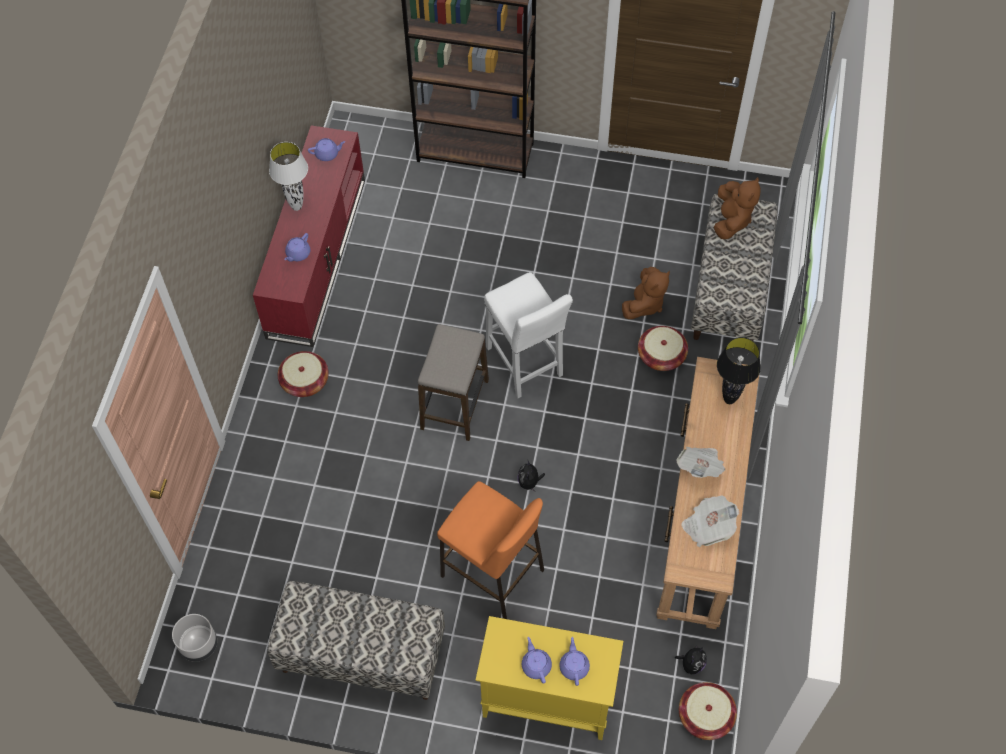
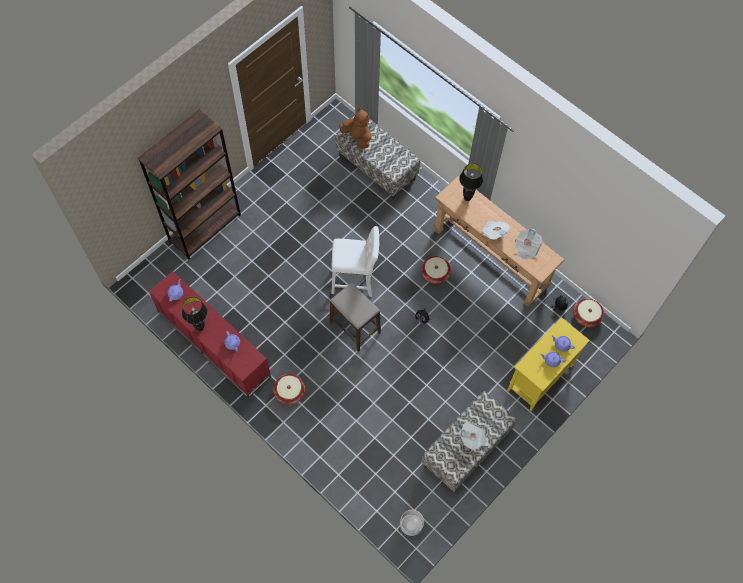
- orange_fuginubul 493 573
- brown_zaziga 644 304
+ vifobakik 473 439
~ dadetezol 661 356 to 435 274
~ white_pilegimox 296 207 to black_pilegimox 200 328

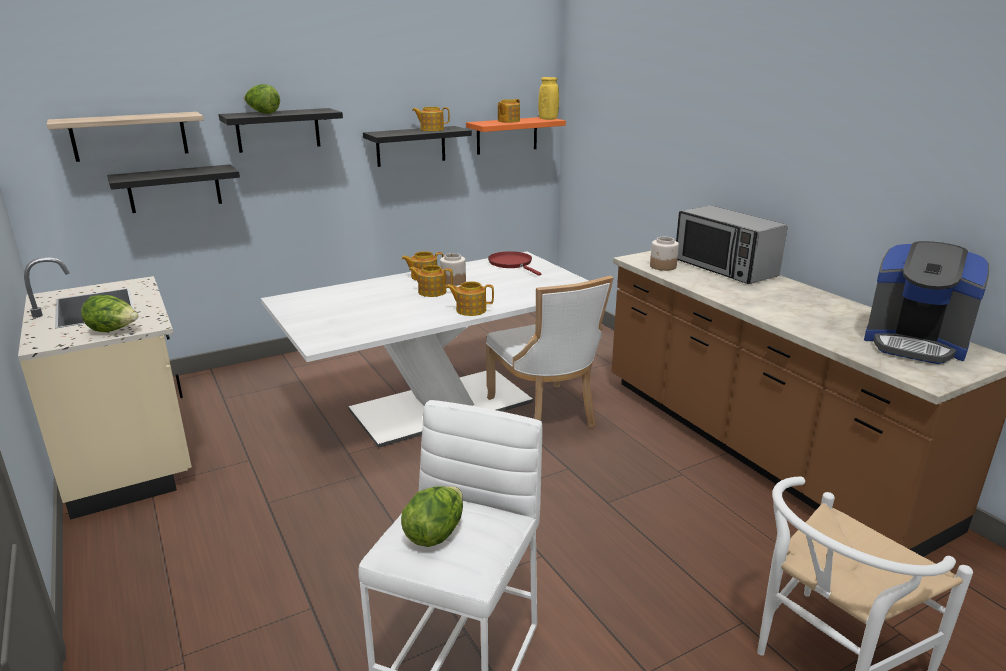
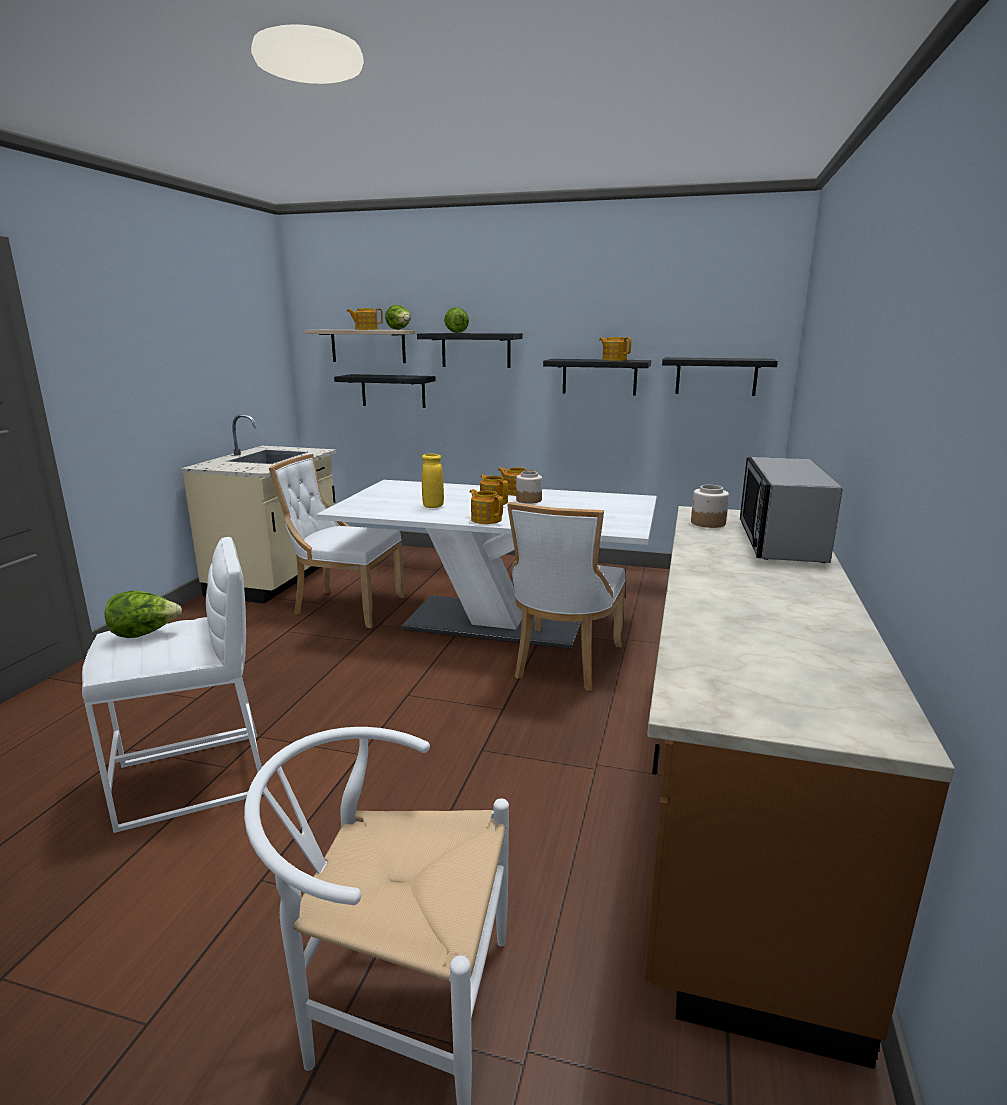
- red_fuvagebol 512 264
- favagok 914 344
+ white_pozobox 345 606
~ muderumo 114 331 to 399 329
~ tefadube 508 121 to 365 329
~ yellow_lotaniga 548 119 to 433 506
~ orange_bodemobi 507 135 to black_bodemobi 716 376

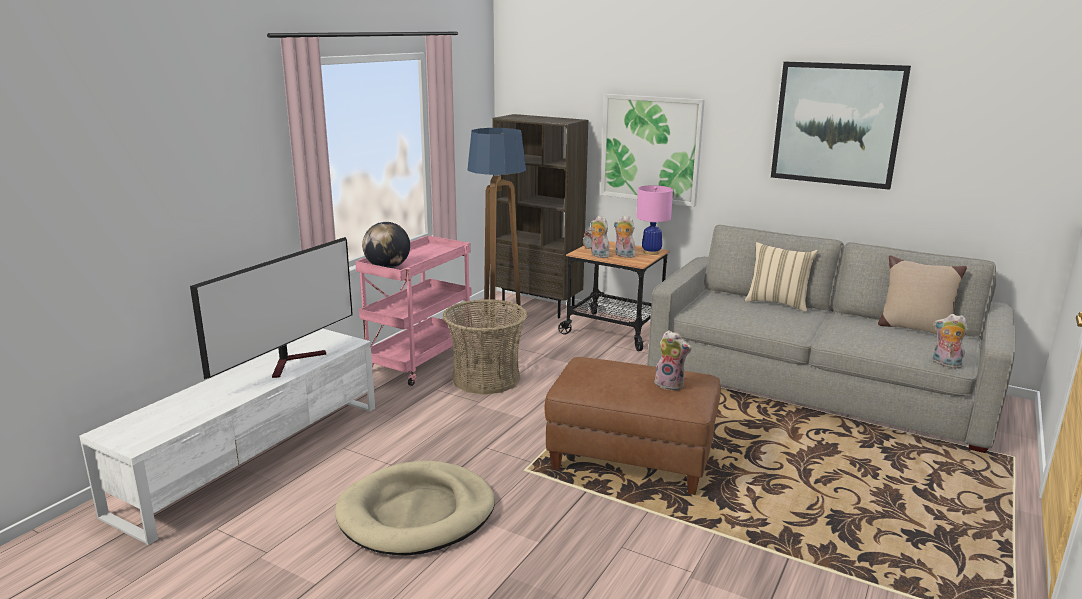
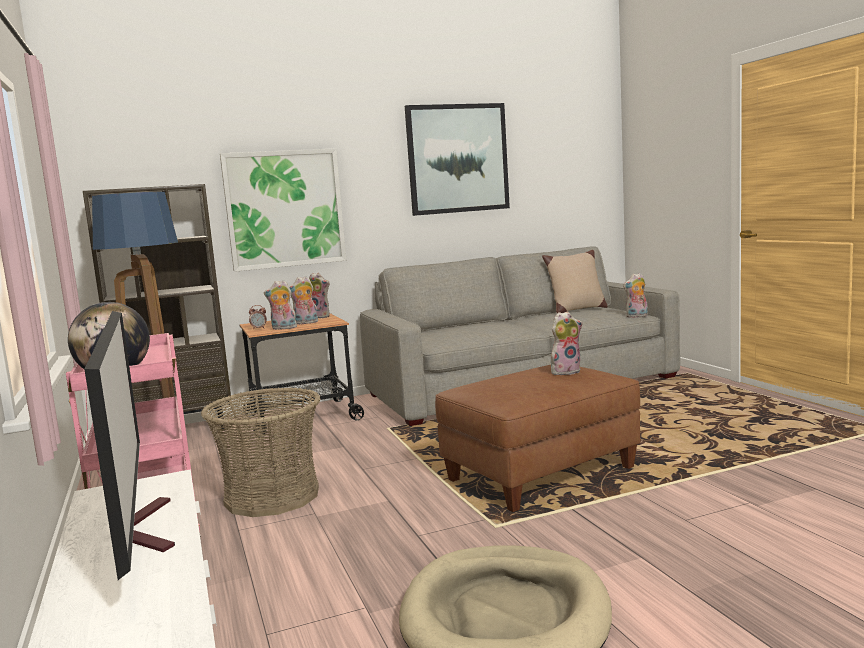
- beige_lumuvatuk 777 303
~ pink_pilegimox 651 252 to zaziga 321 317

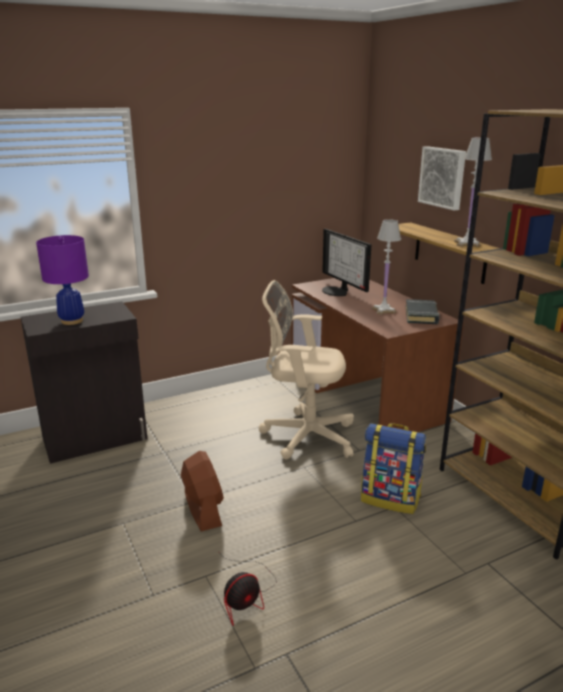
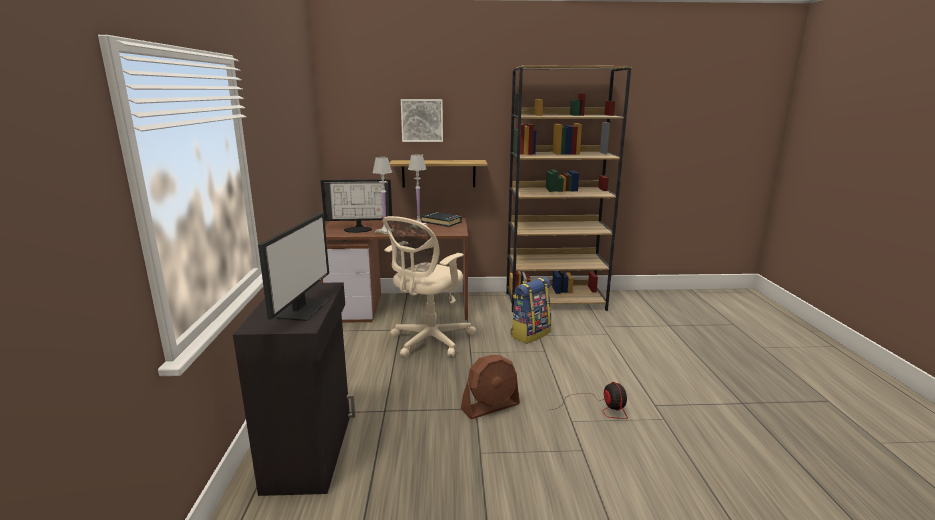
~ white_pilegimox 466 244 to 385 232
~ purple_pilegimox 72 321 to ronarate 302 308
~ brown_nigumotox 203 509 = 490 407 150 degrees clockwise

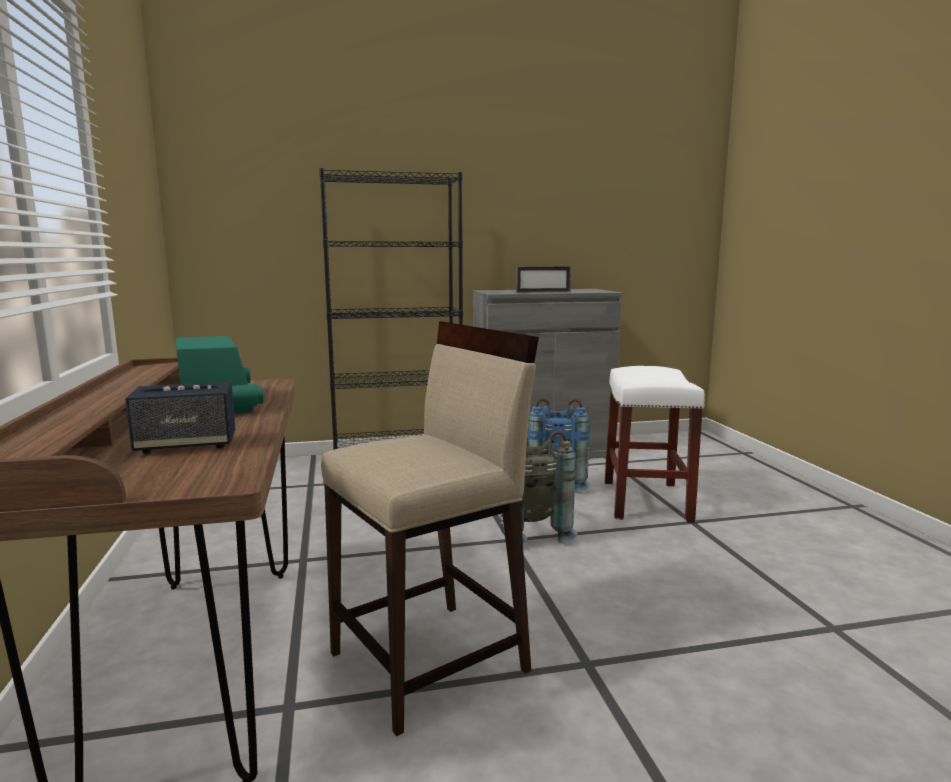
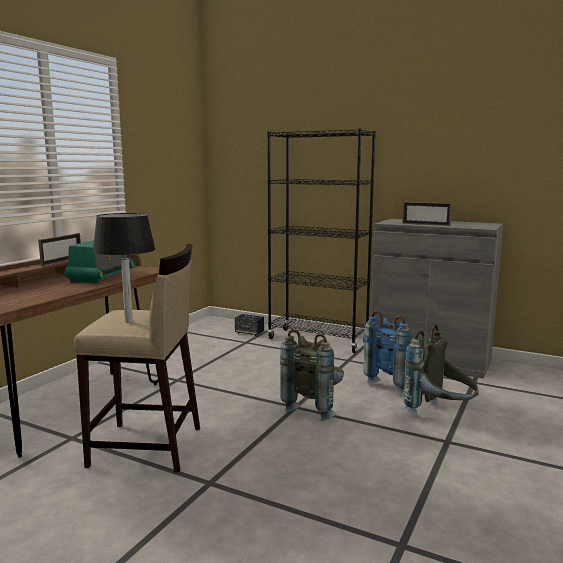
+ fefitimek 62 261
+ black_pilegimox 129 321
~ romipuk 186 445 to 249 333
~ white_fuginubul 645 501 to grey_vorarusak 440 415

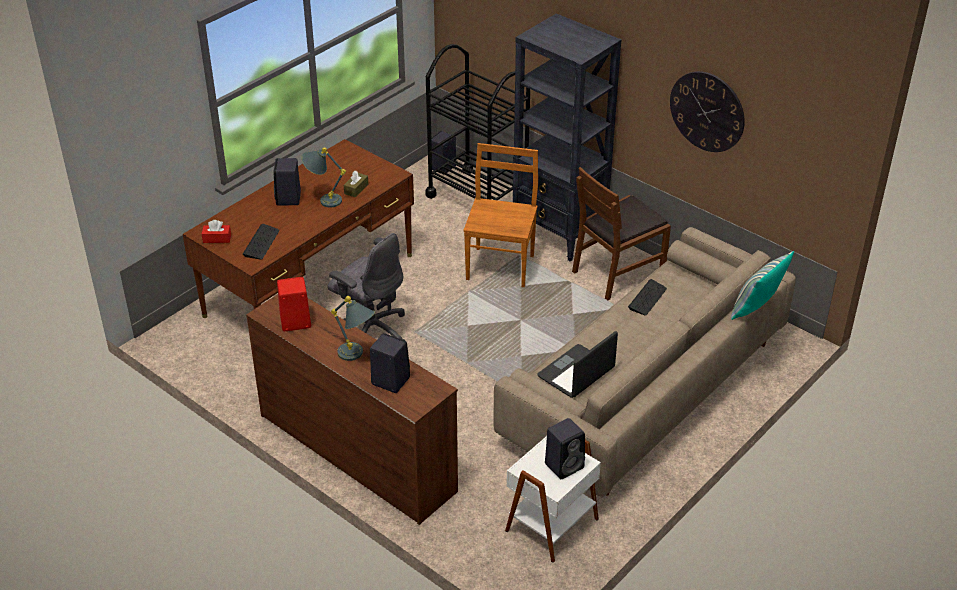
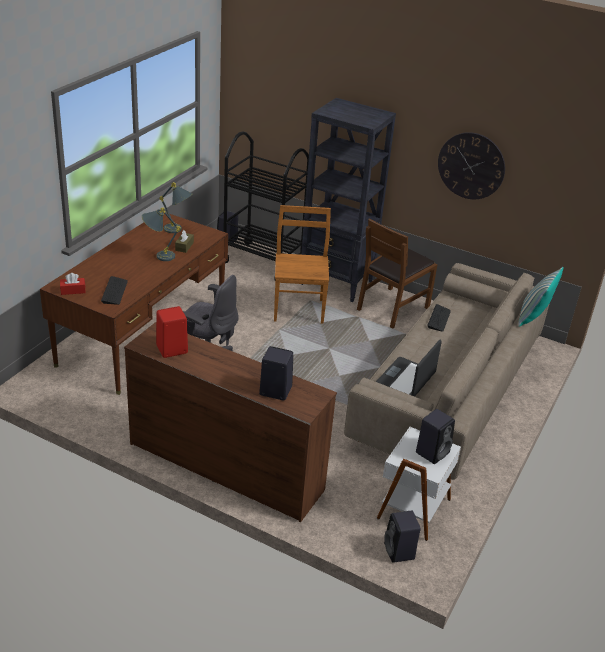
~ black_romipuk 288 199 to 399 552
~ grey_pilegimox 357 356 to 178 230

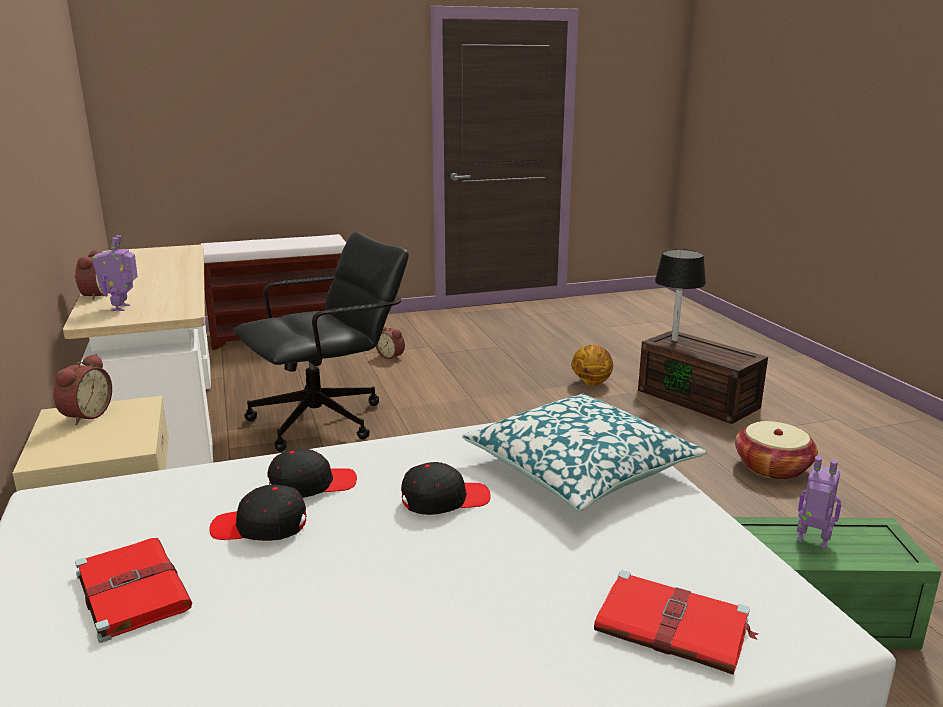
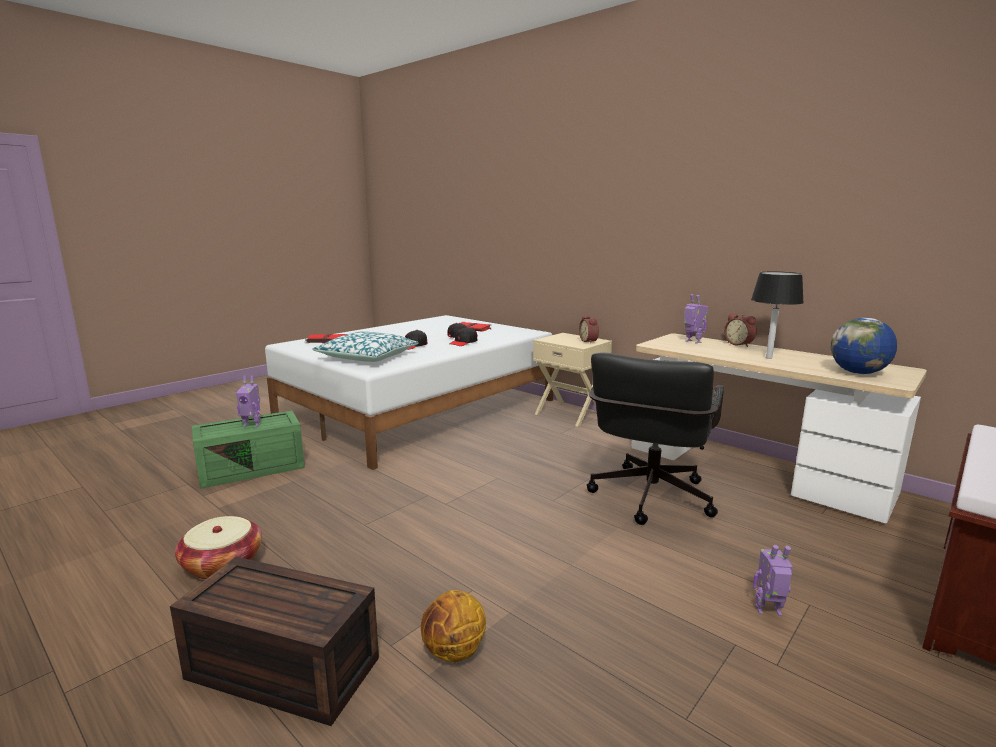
+ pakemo 858 373
~ black_pilegimox 674 340 to 768 358
~ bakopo 391 356 to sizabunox 769 611

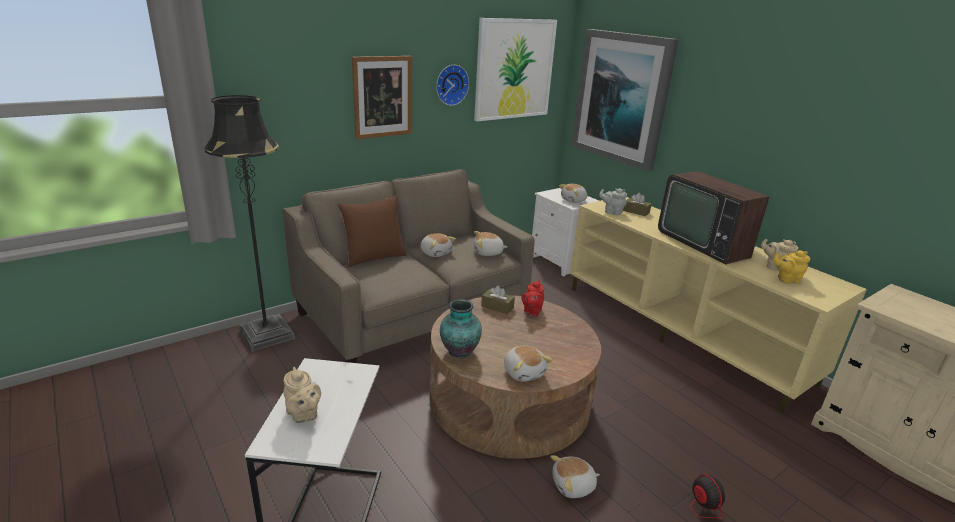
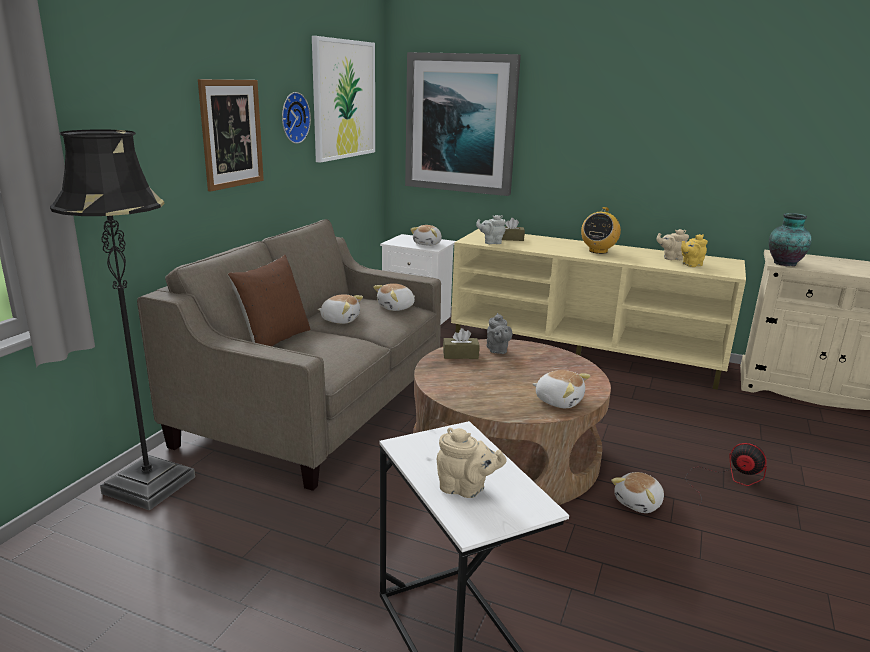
~ lotaniga 458 352 to 784 264
~ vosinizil 705 242 to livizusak 598 251
~ red_tefadube 532 311 to grey_tefadube 497 350

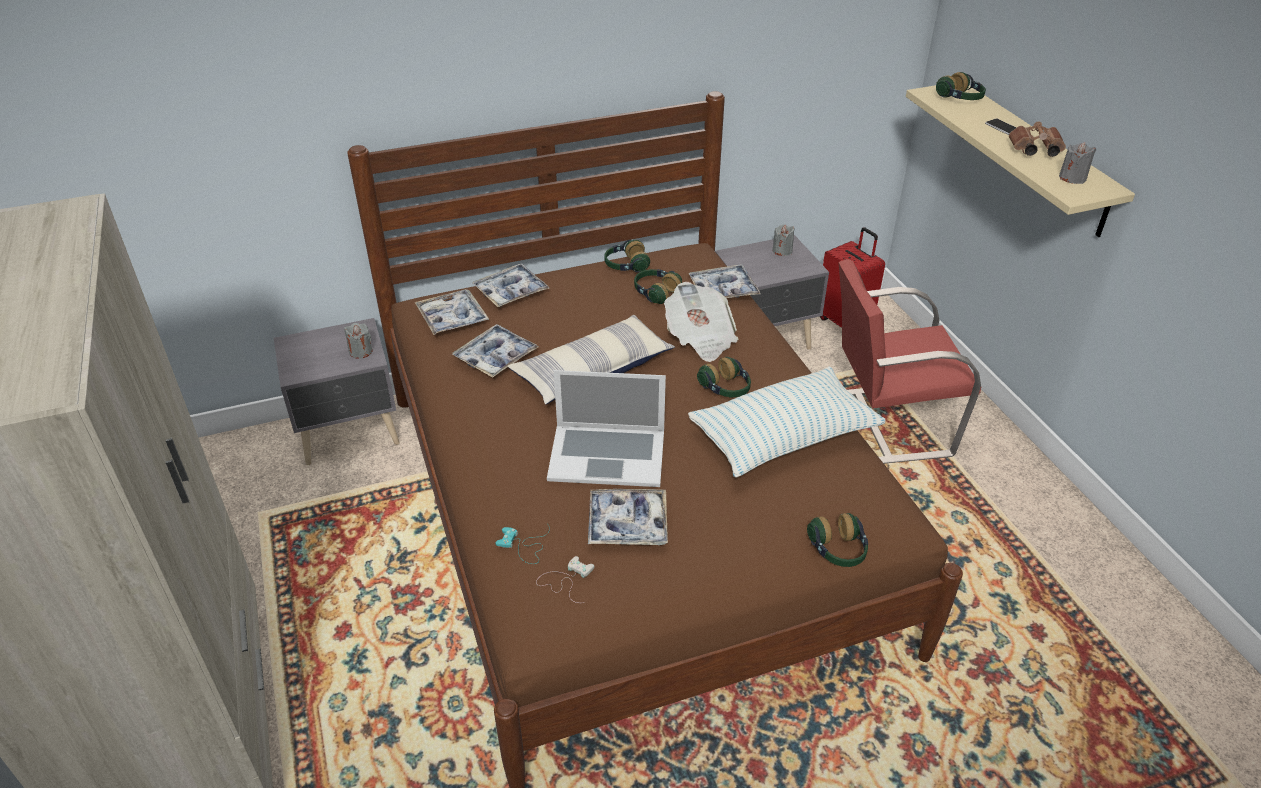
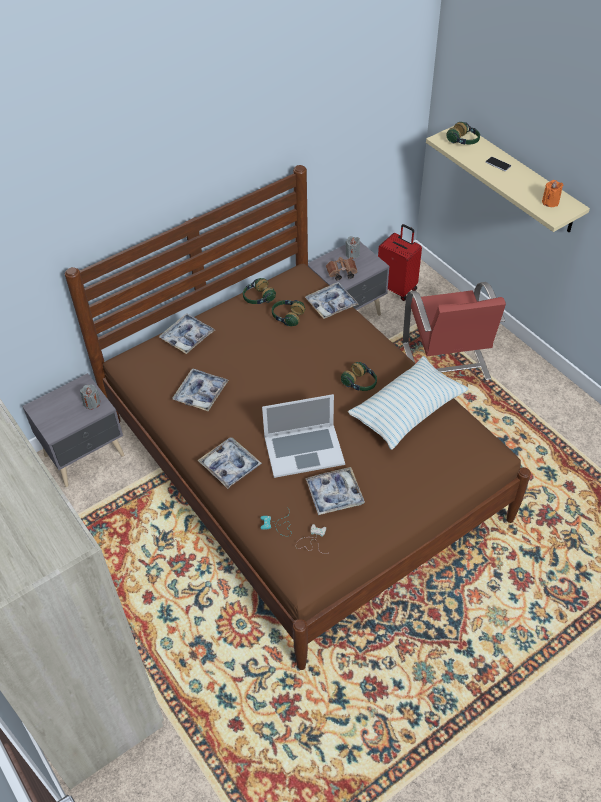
- lumuvatuk 593 371
- vifobakik 700 338
- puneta 838 550
~ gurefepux 452 318 to 230 466
~ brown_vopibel 1033 151 to 341 273
~ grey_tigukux 1072 178 to orange_tigukux 550 202
~ red_pozobox 886 423 = 445 362 75 degrees counterclockwise

